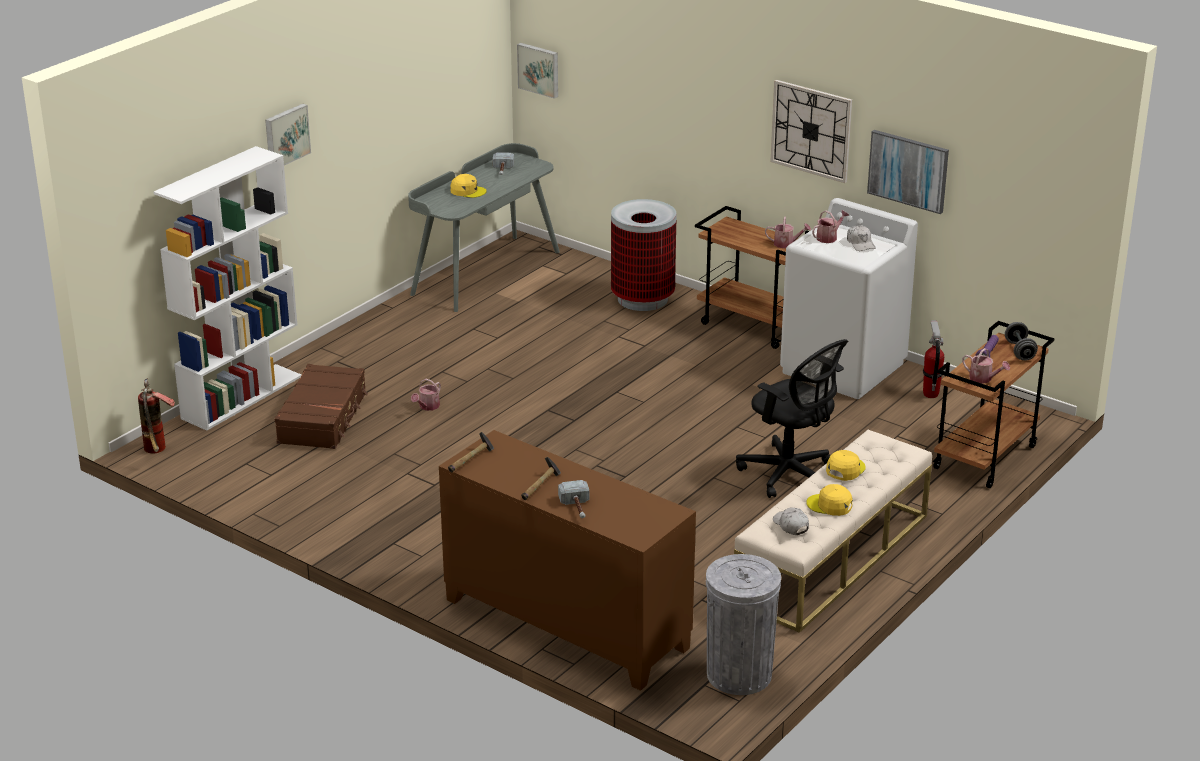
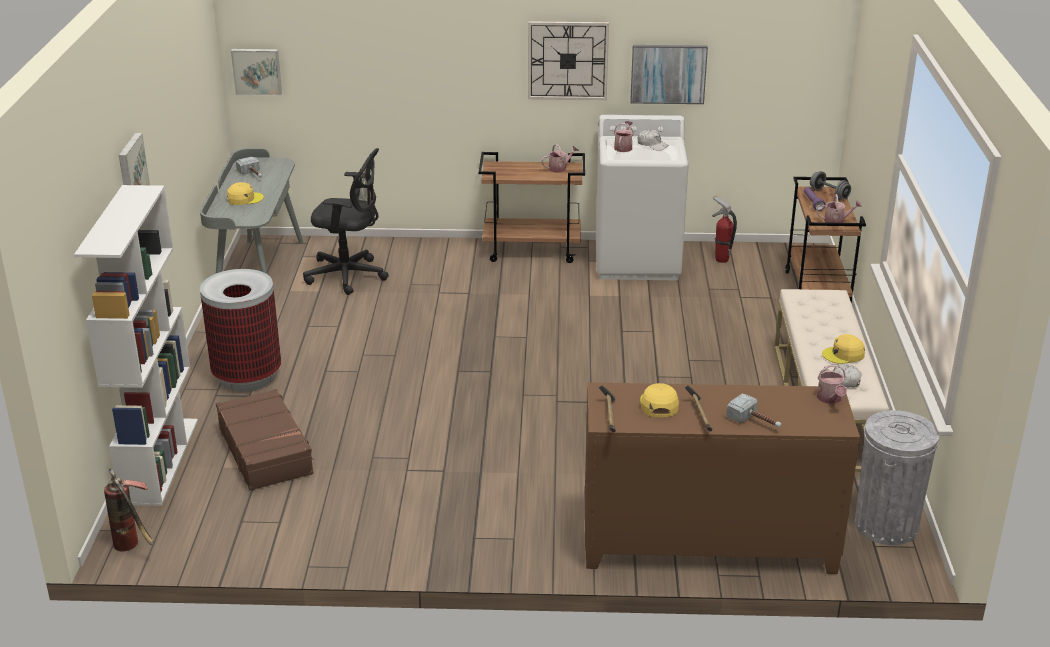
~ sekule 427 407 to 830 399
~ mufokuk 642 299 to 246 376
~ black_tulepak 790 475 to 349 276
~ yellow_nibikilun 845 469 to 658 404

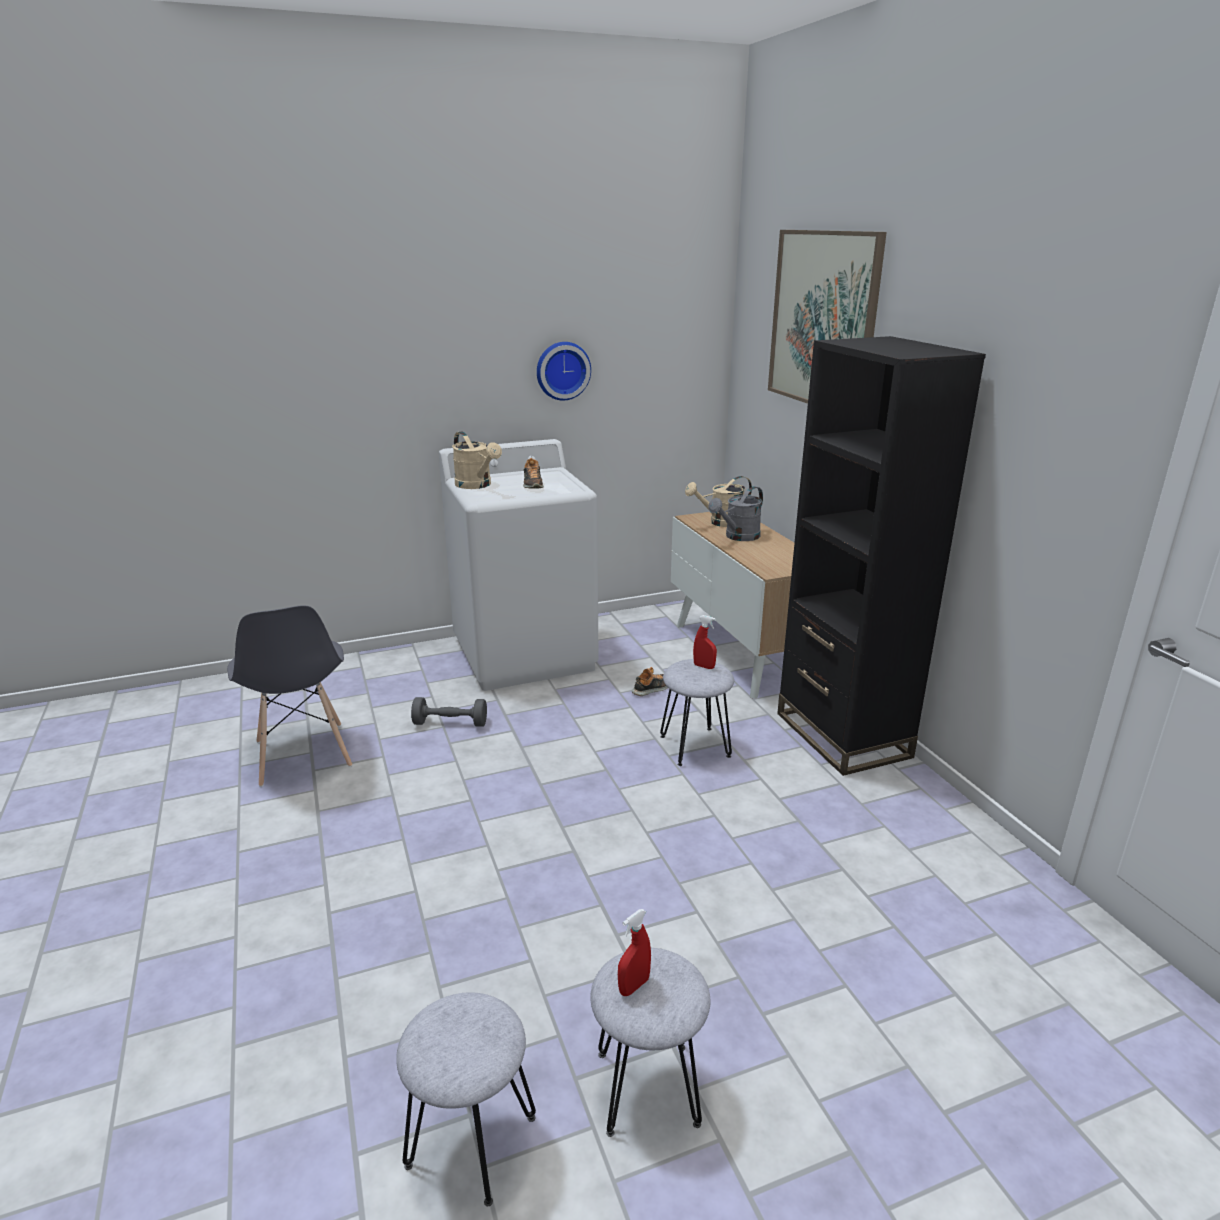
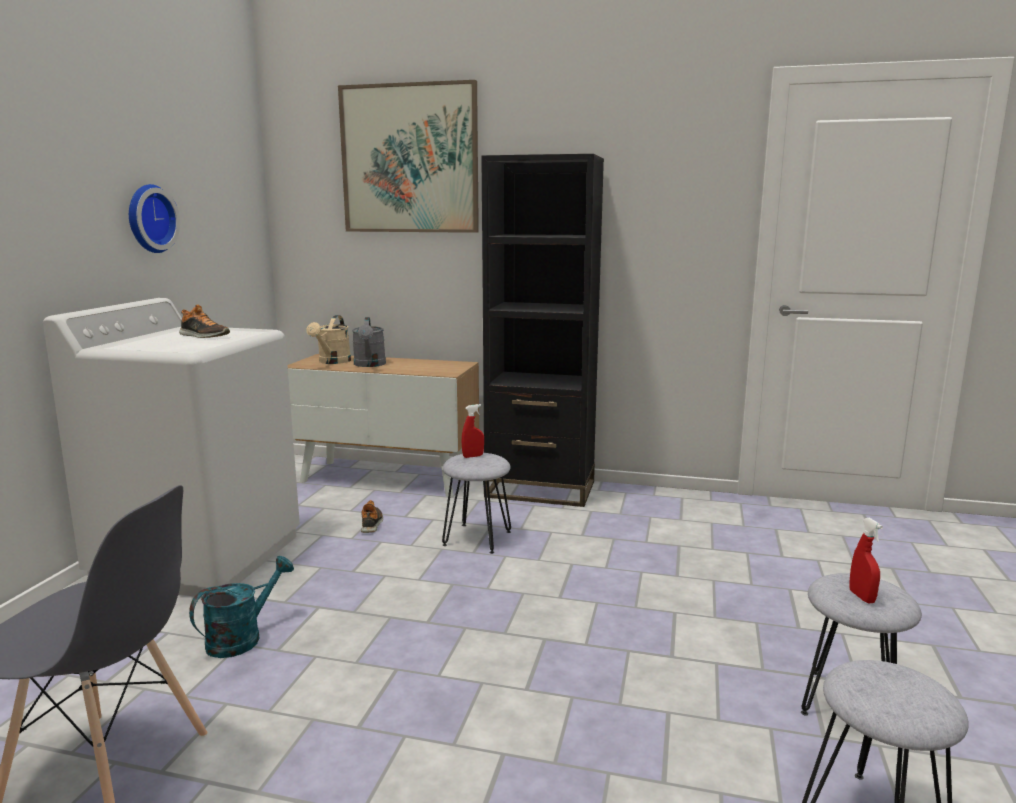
- beige_sekule 477 485
~ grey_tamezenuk 450 723 to turquoise_sekule 242 637

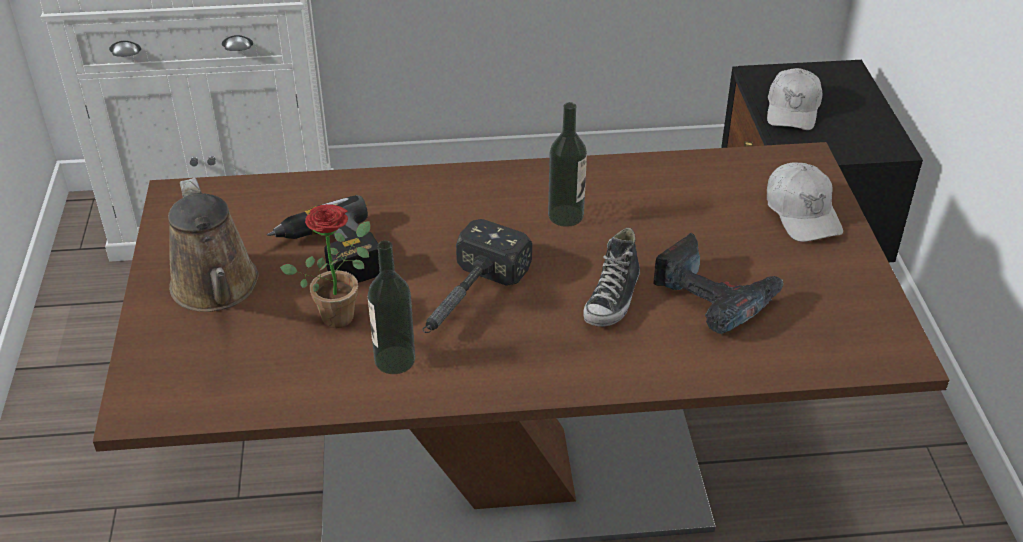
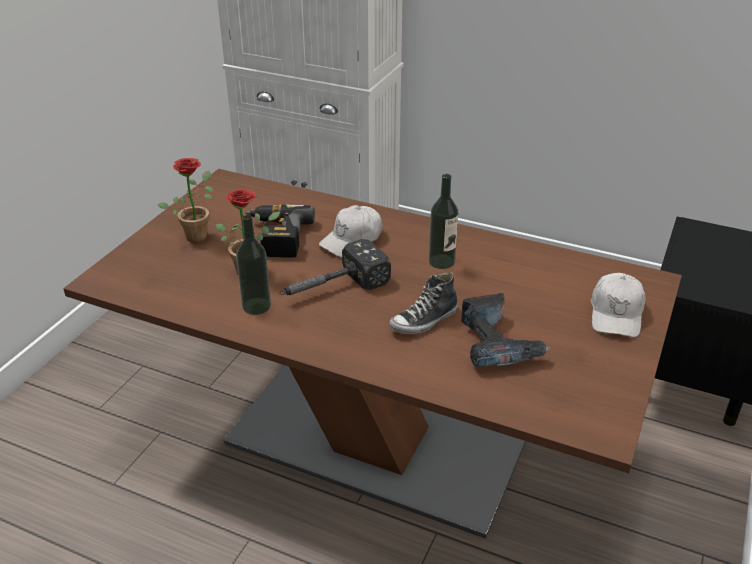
~ white_nibikilun 793 110 to 352 240
~ brown_sekule 217 289 to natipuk 197 234

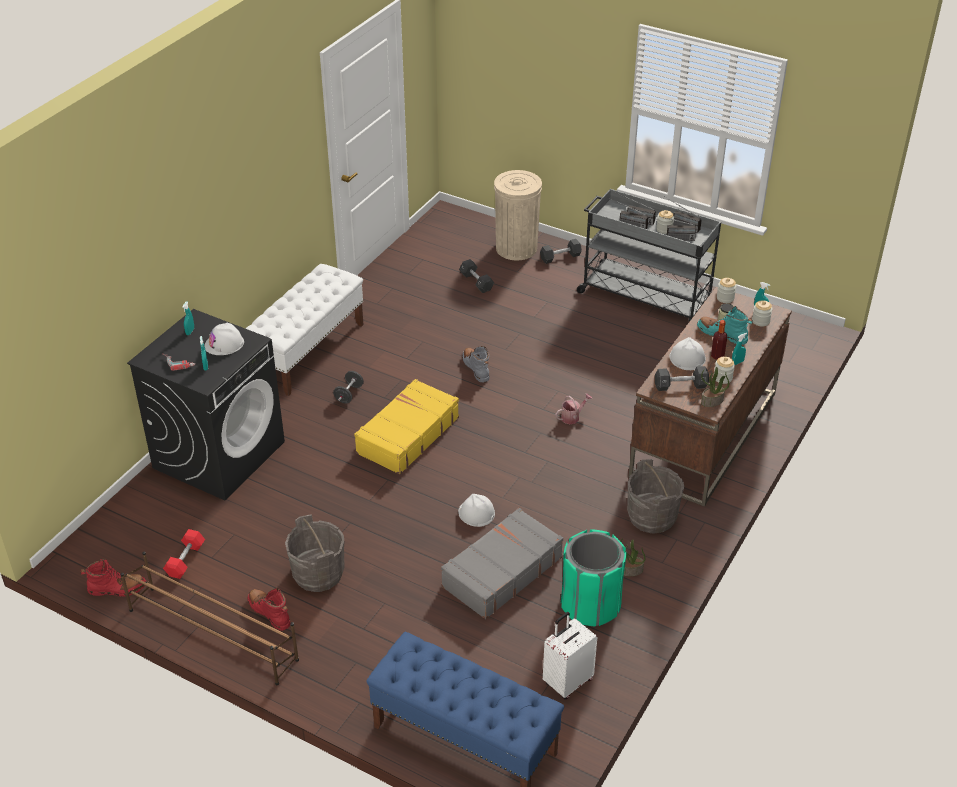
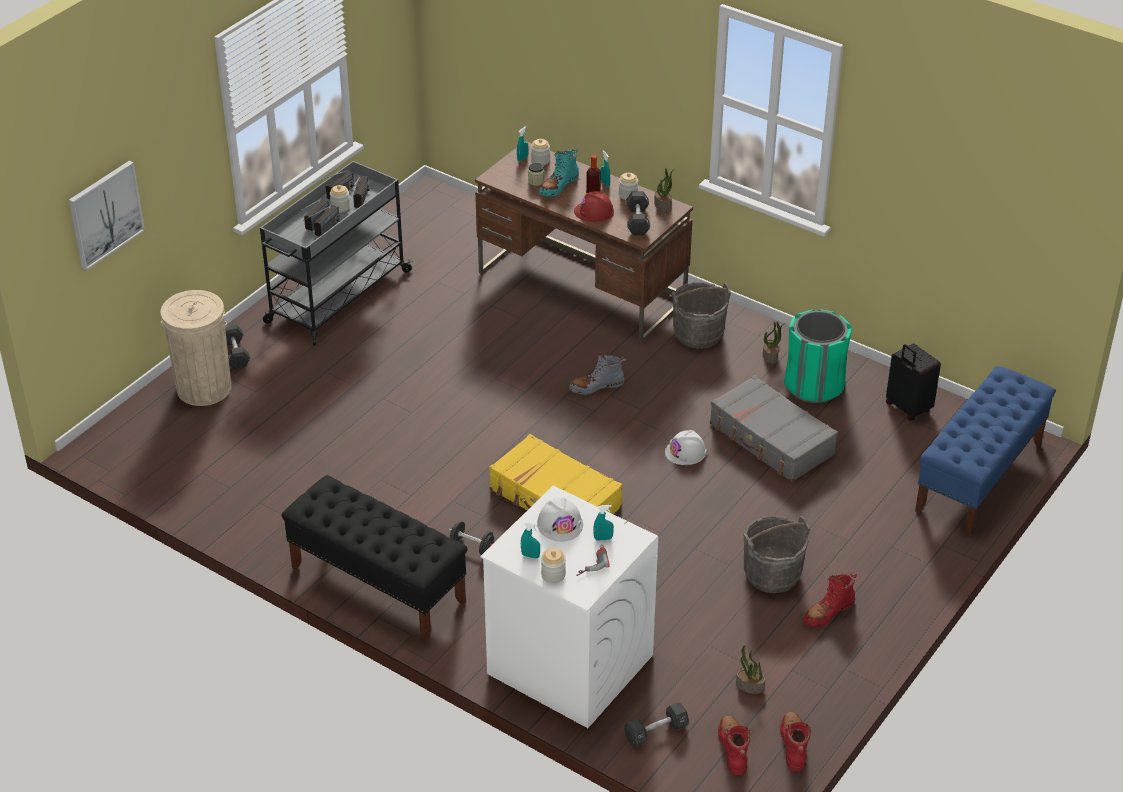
- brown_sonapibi 212 634
- sekule 572 417
+ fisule 105 214
+ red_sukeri 733 749
~ black_tamezenuk 476 282 to 656 732
~ grey_sukeri 476 368 to 596 386
~ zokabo 725 298 to 553 575
~ red_tamezenuk 185 560 to natipuk 749 686
~ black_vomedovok 219 454 to white_vomedovok 569 664
~ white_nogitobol 307 351 to black_nogitobol 377 584
~ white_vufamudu 567 681 to black_vufamudu 907 408
~ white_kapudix 687 358 to red_kapudix 594 211

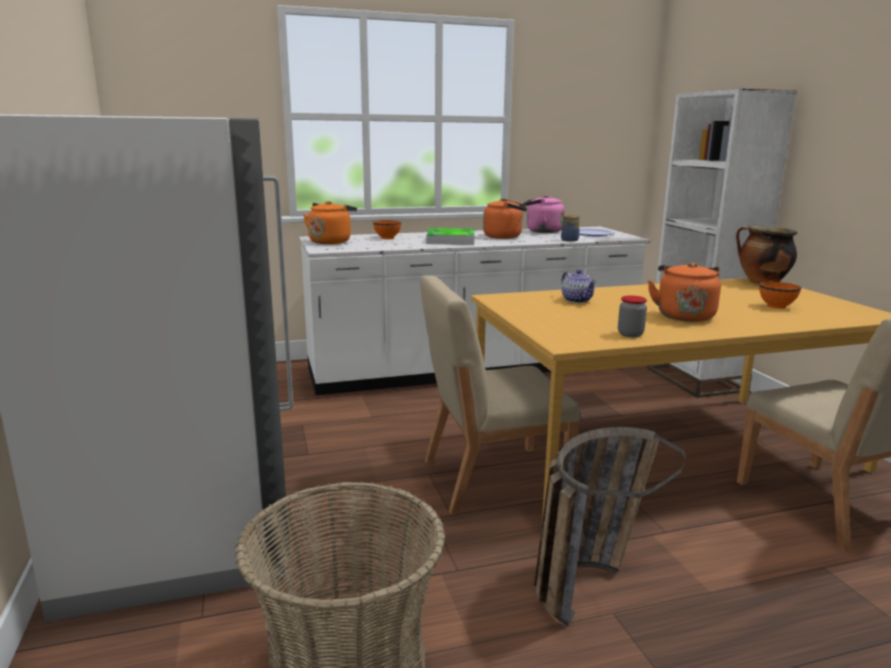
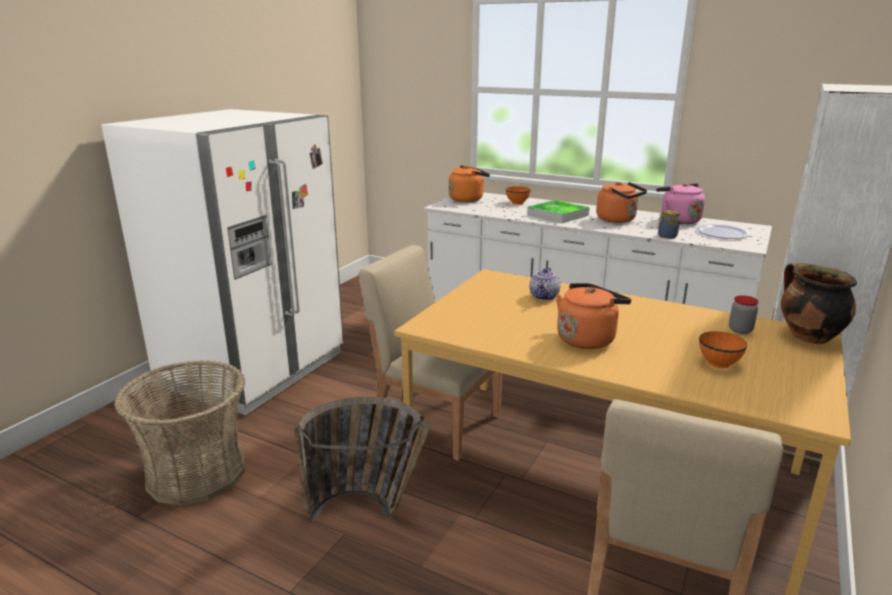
~ zokabo 630 334 to 740 330

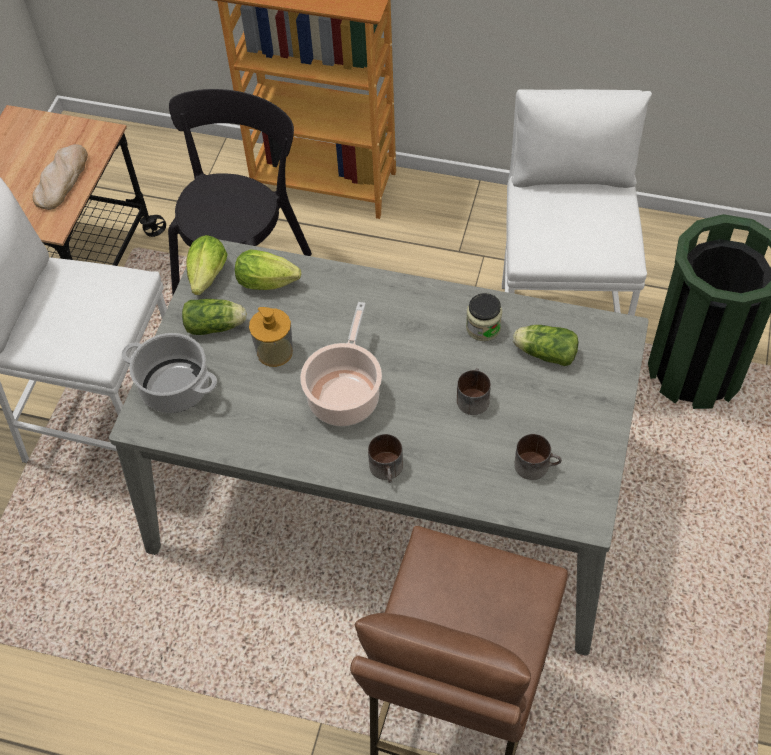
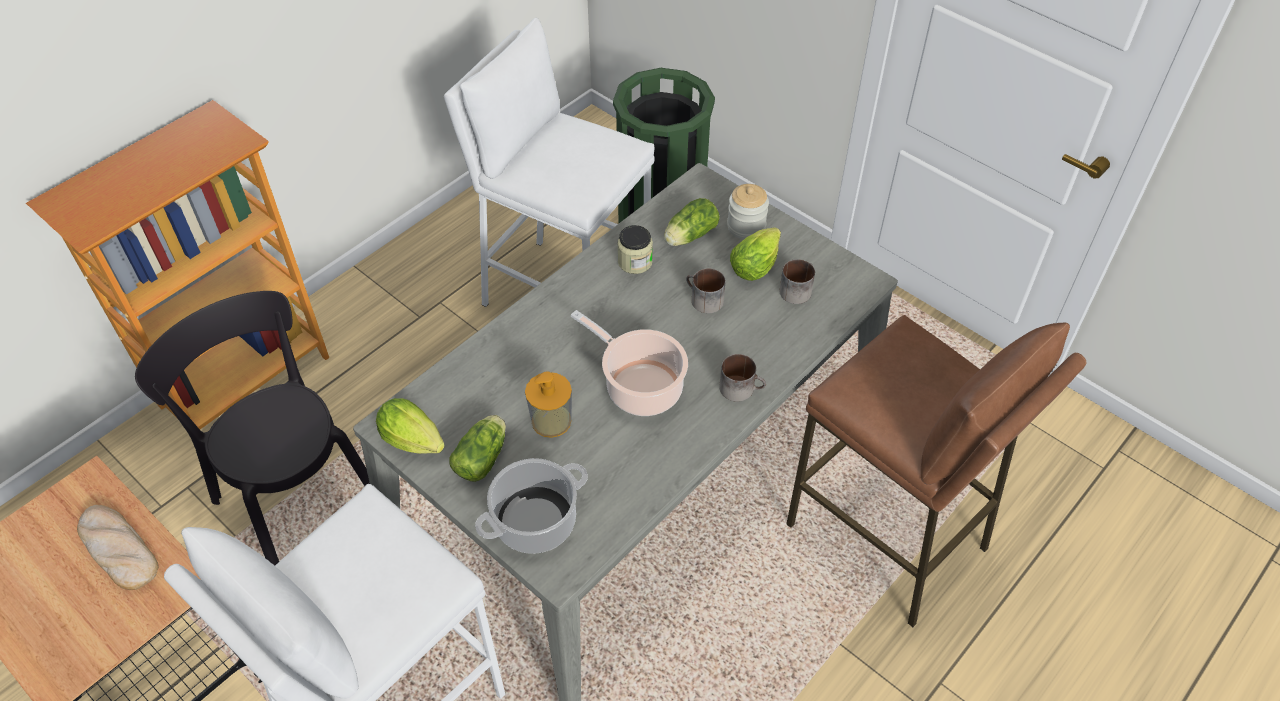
+ zokabo 746 227
~ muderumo 270 283 to 757 264

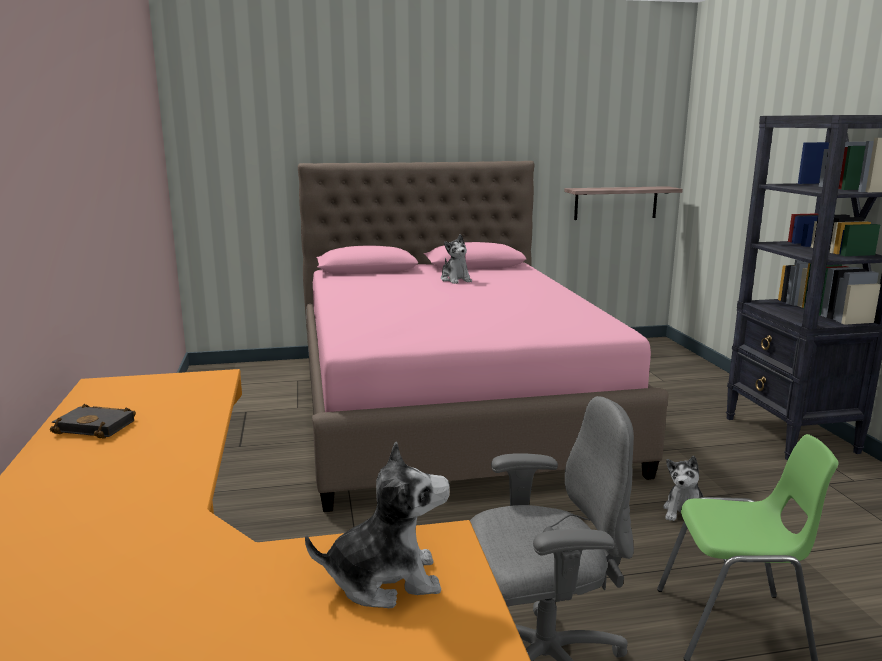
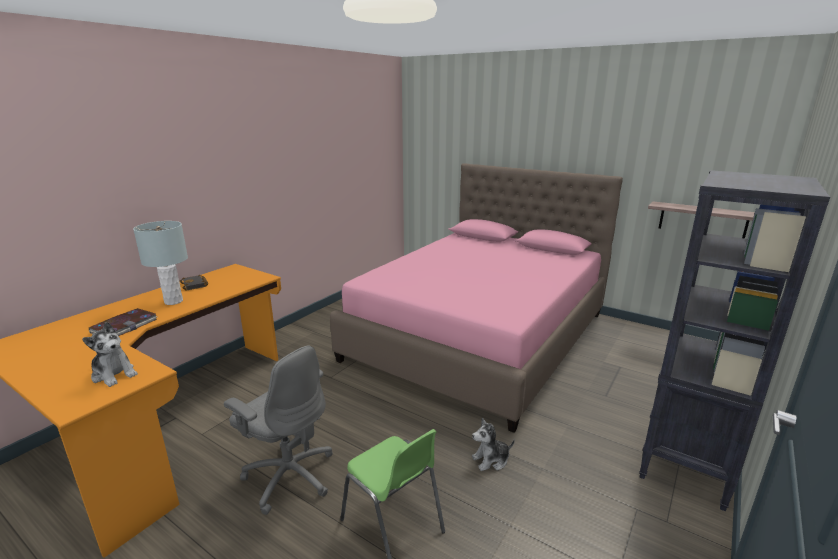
- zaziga 455 280
+ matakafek 124 326
+ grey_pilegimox 174 301

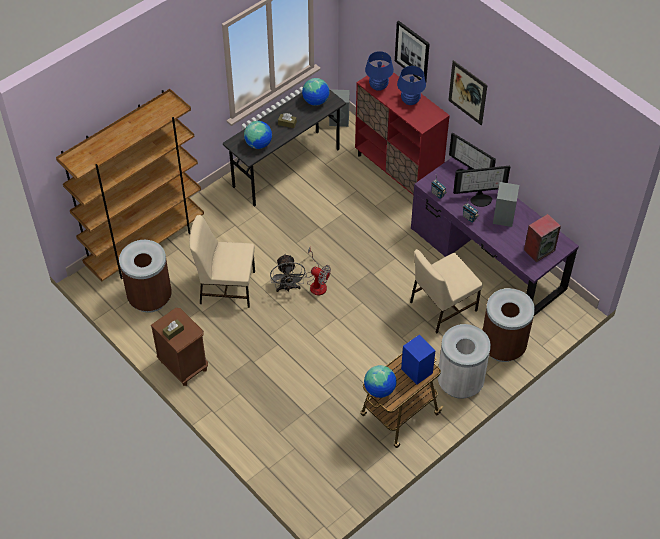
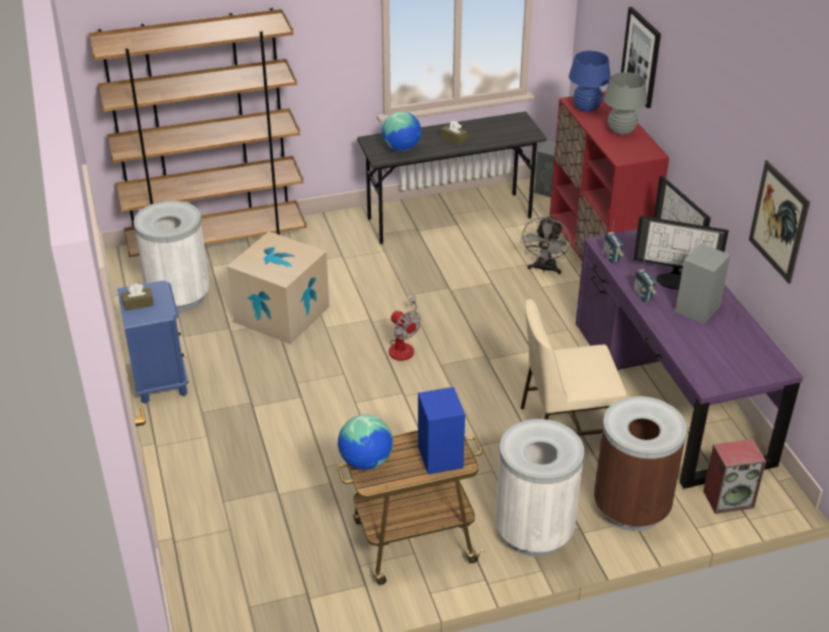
- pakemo 316 101
~ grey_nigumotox 288 288 to 544 269
~ fisule 467 92 to 778 221
~ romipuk 539 249 to 728 498
~ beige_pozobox 226 287 to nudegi 281 314
~ brown_mufokuk 150 298 to white_mufokuk 179 297
~ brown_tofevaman 183 366 to blue_tofevaman 160 381
~ blue_pilegimox 410 101 to grey_pilegimox 621 131

